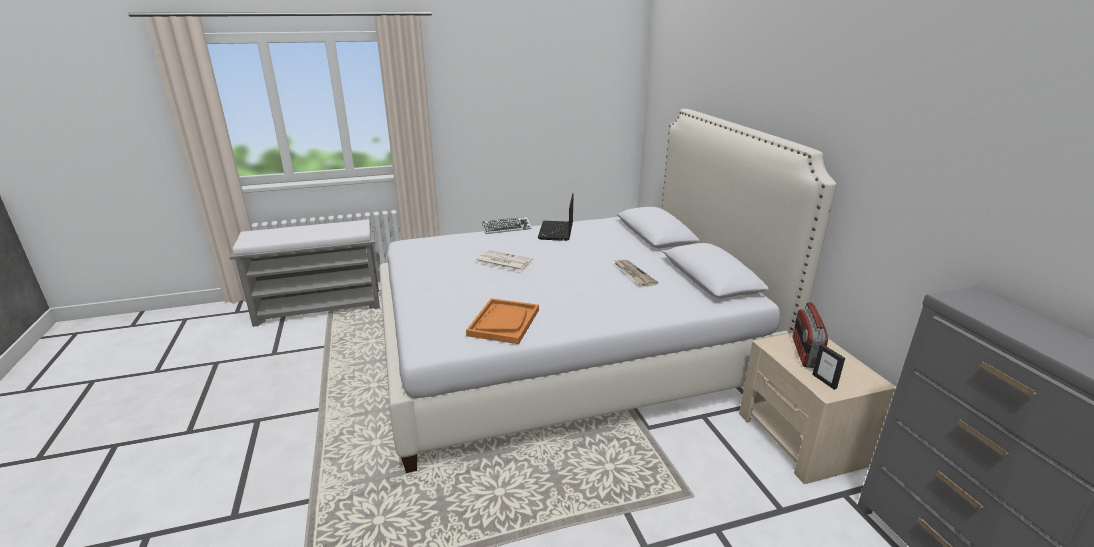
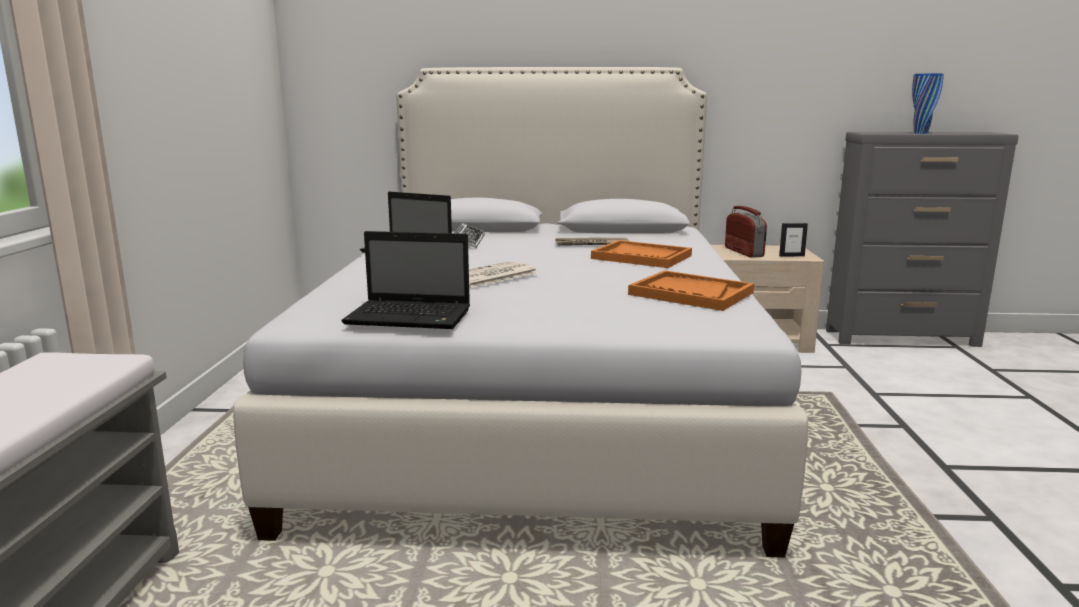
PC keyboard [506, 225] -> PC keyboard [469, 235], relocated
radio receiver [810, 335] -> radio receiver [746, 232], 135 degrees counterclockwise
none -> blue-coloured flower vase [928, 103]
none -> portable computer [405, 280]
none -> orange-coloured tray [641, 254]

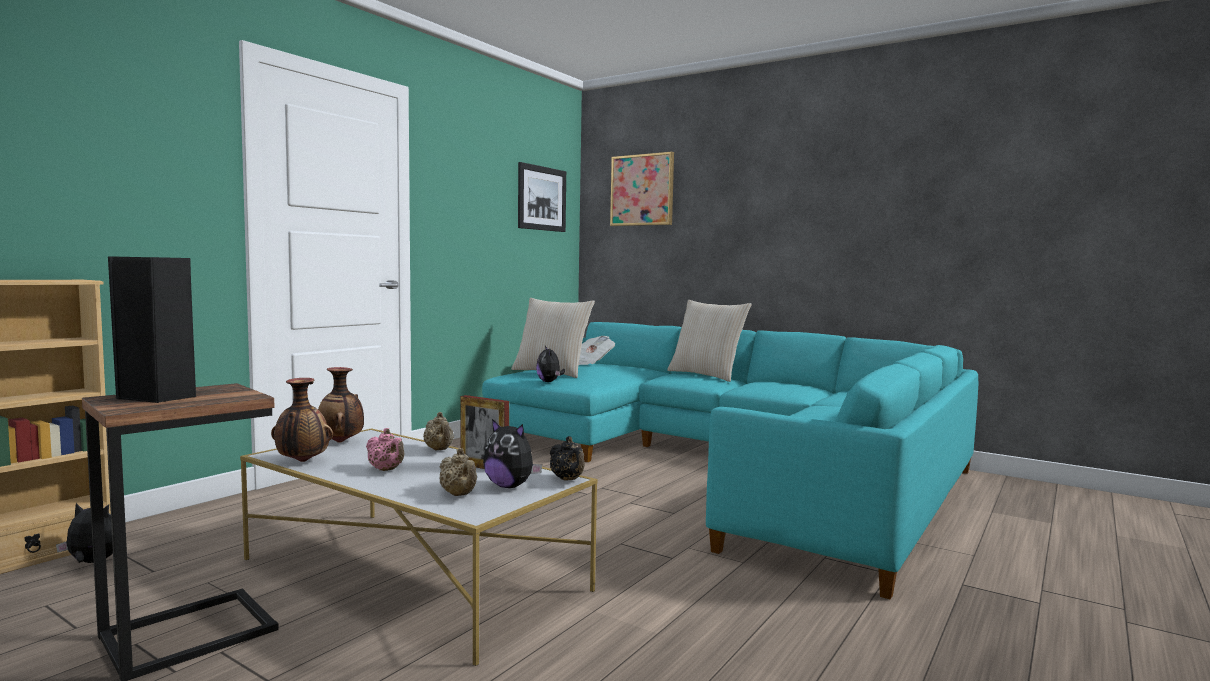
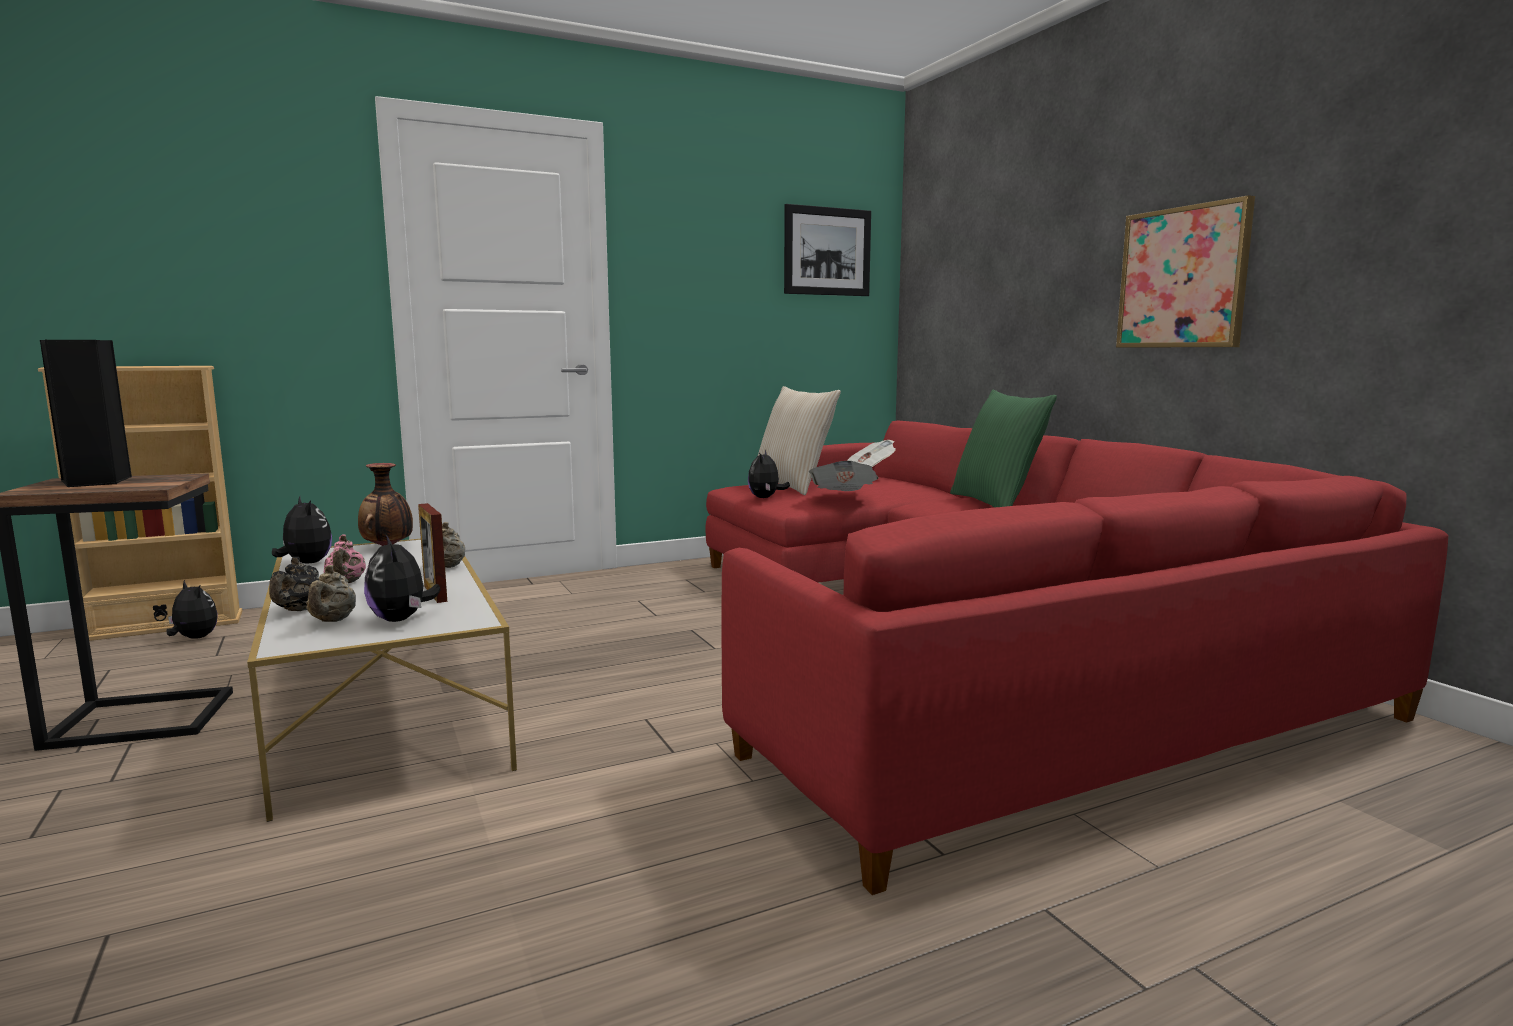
picture [642, 189] -> picture [1185, 271], relocated
sand-coloured throw pillow [709, 341] -> green throw pillow [1003, 448]
turquoise-coloured settee [730, 460] -> reddish settee [1076, 658]
flower vase [302, 420] -> soft toy [302, 529]
blackish pot for tea [567, 458] -> blackish pot for tea [294, 584], relocated
none -> printed paper [843, 476]

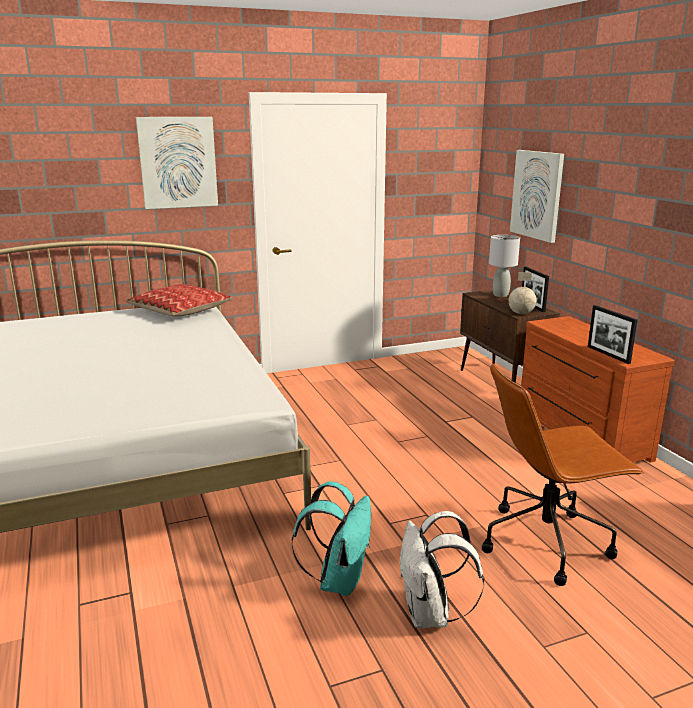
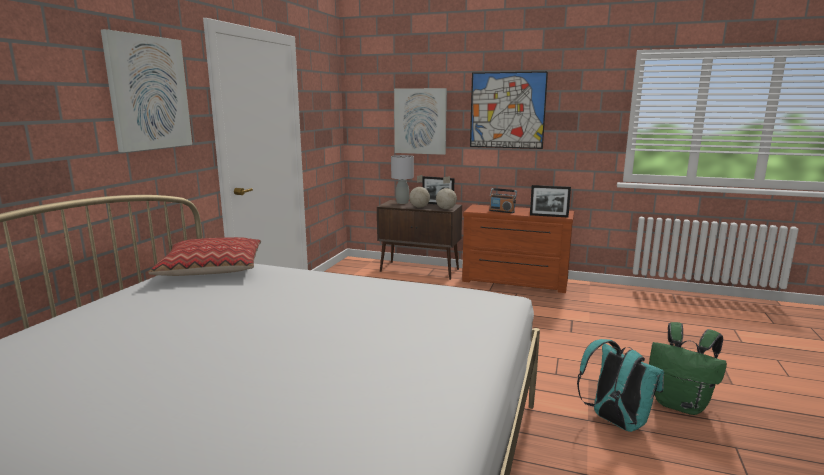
brown-coloured office chair [563, 474] -> none
white knapsack [442, 569] -> green knapsack [688, 368]
none -> picture [509, 110]
none -> desk globe [419, 191]
none -> radio receiver [503, 200]

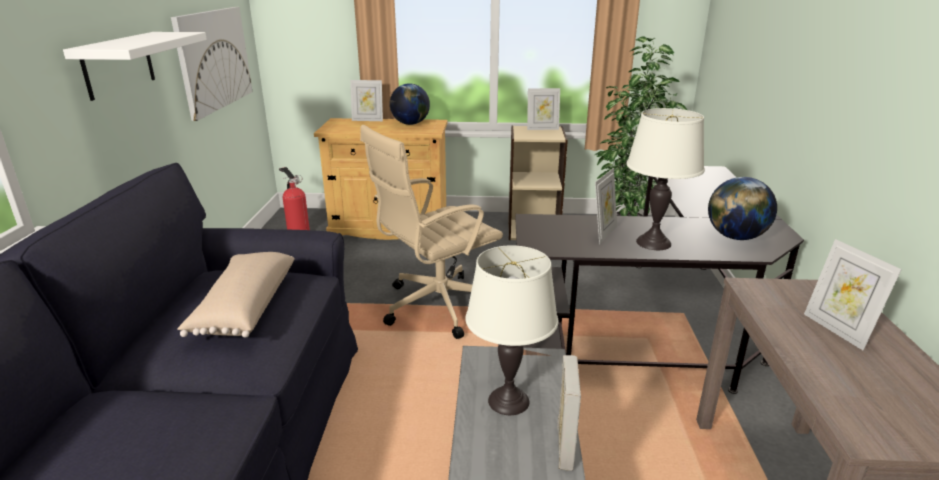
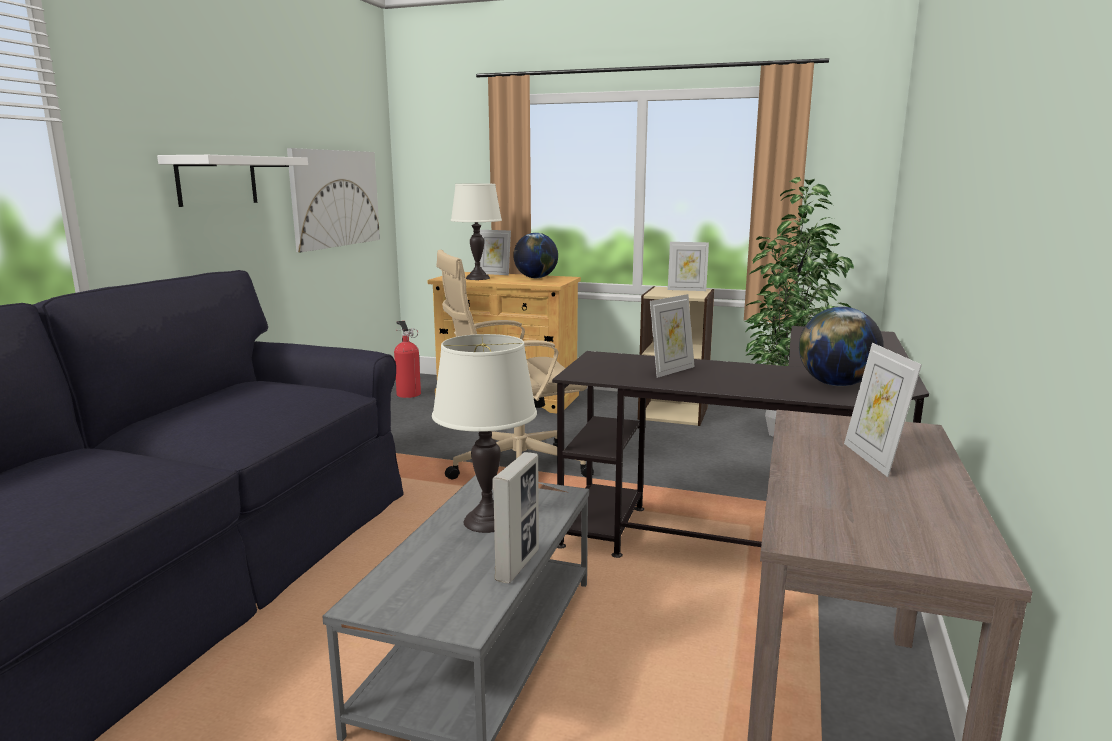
white table lamp [665, 179] -> white table lamp [476, 232], relocated
sand-coloured throw pillow [236, 295] -> none

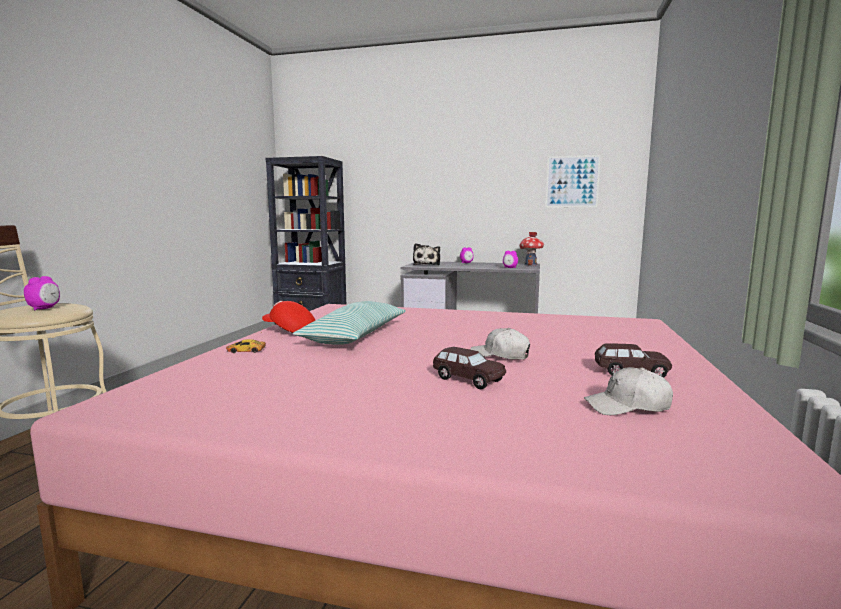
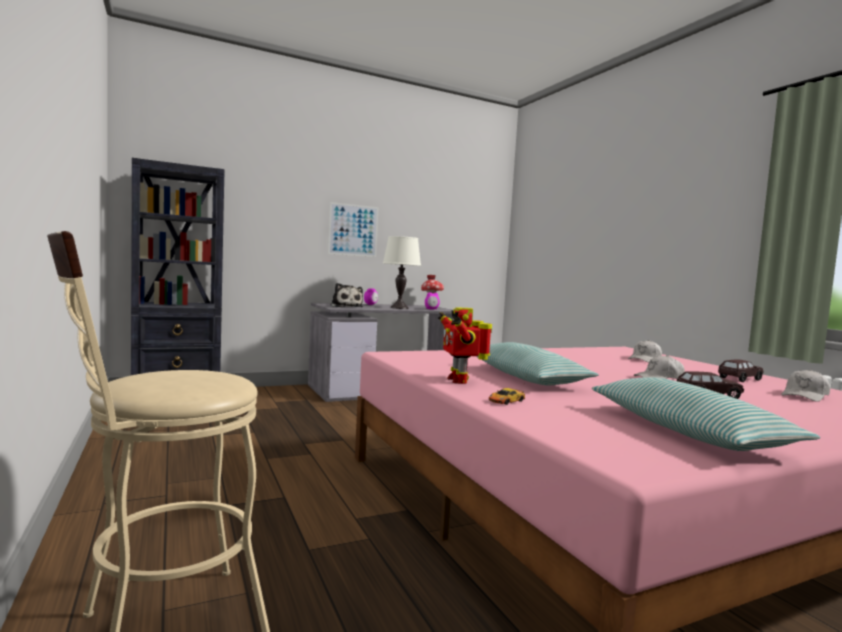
picture [573, 181] -> picture [353, 229], relocated
alarm clock [42, 293] -> none
reddish baseball cap [288, 317] -> toy robot [465, 345]
none -> white table lamp [402, 272]
none -> white baseball cap [645, 351]
none -> throw pillow [706, 414]

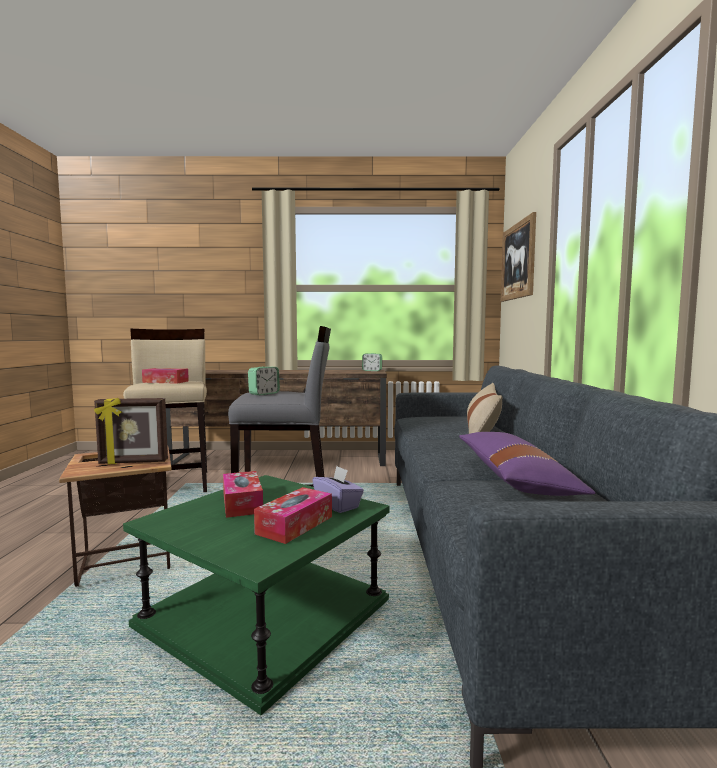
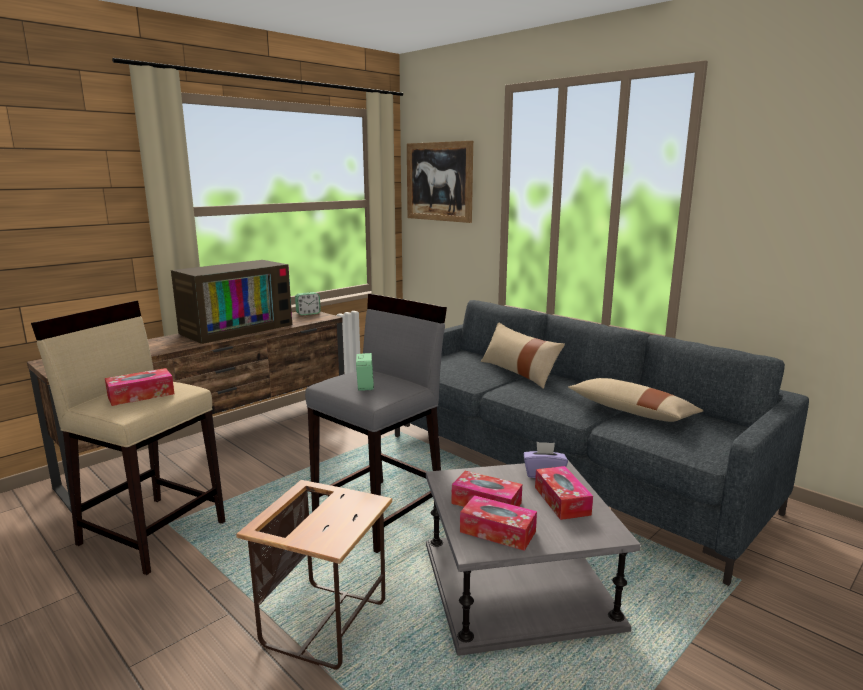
picture frame [131, 430] -> none
purple-coloured throw pillow [527, 464] -> sand-coloured throw pillow [635, 400]
green side table [256, 595] -> gray side table [533, 558]
none -> TV set [231, 302]
none -> tissue holder [498, 523]

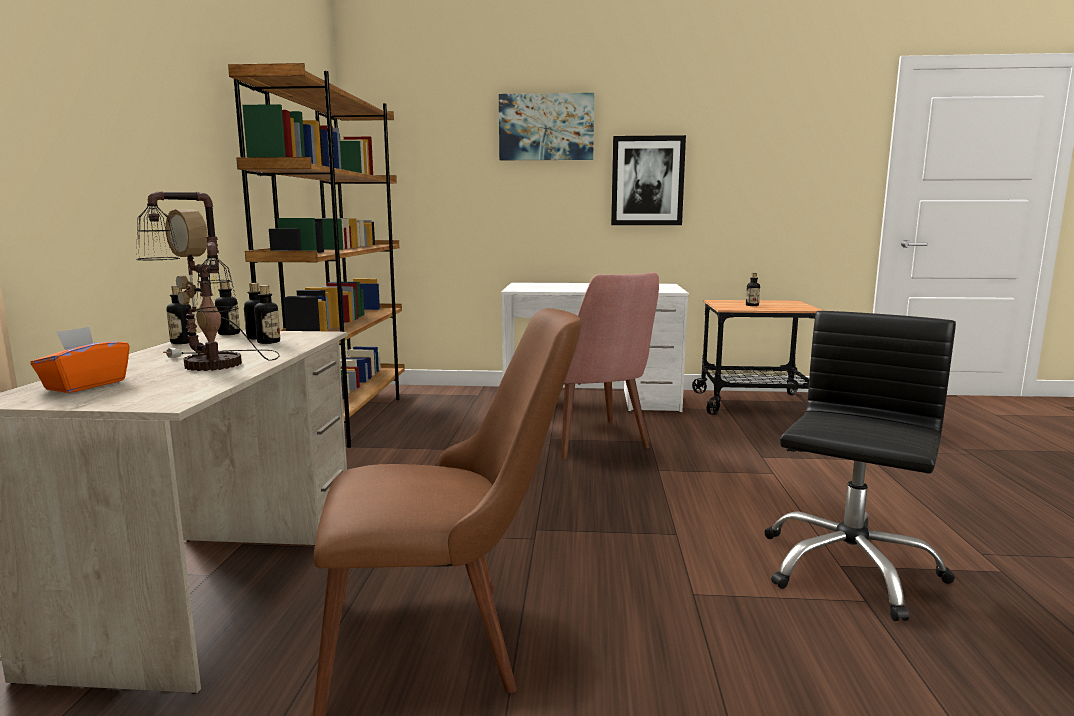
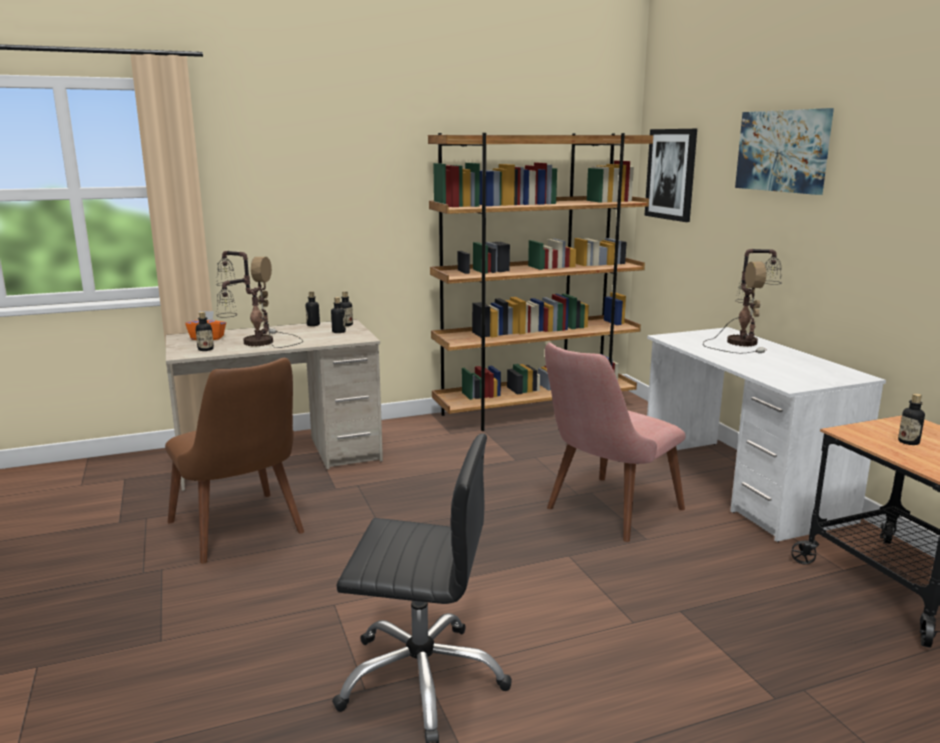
picture [648, 180] -> picture [670, 175], relocated
beverage bottle [267, 314] -> beverage bottle [204, 331], relocated
none -> table lamp [742, 301]

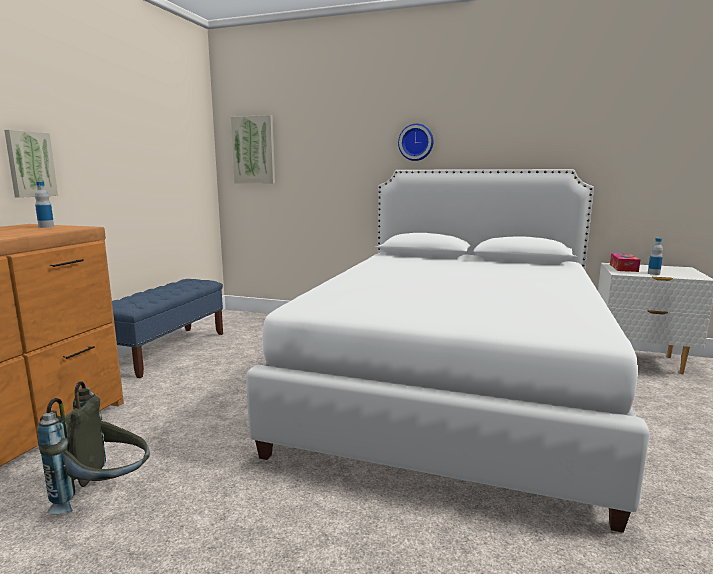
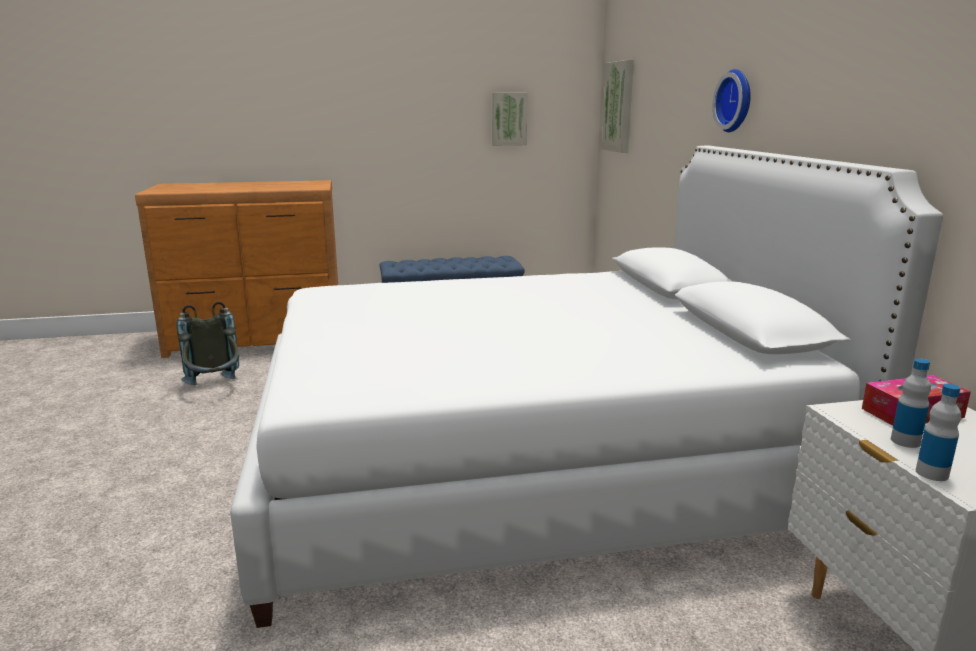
picture [31, 164] -> picture [510, 119], relocated
beverage bottle [44, 205] -> beverage bottle [938, 432], relocated

